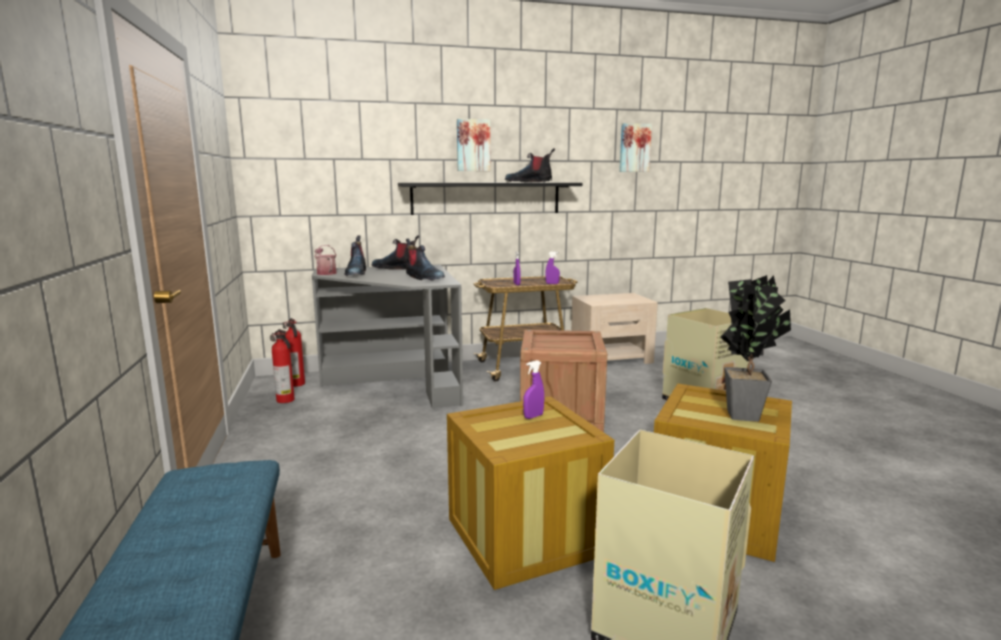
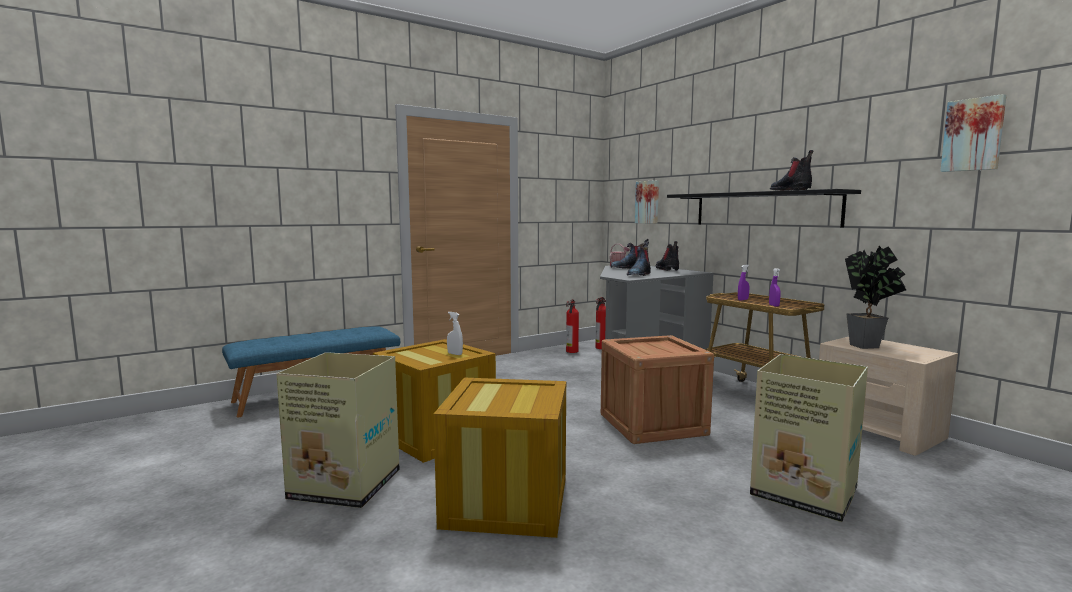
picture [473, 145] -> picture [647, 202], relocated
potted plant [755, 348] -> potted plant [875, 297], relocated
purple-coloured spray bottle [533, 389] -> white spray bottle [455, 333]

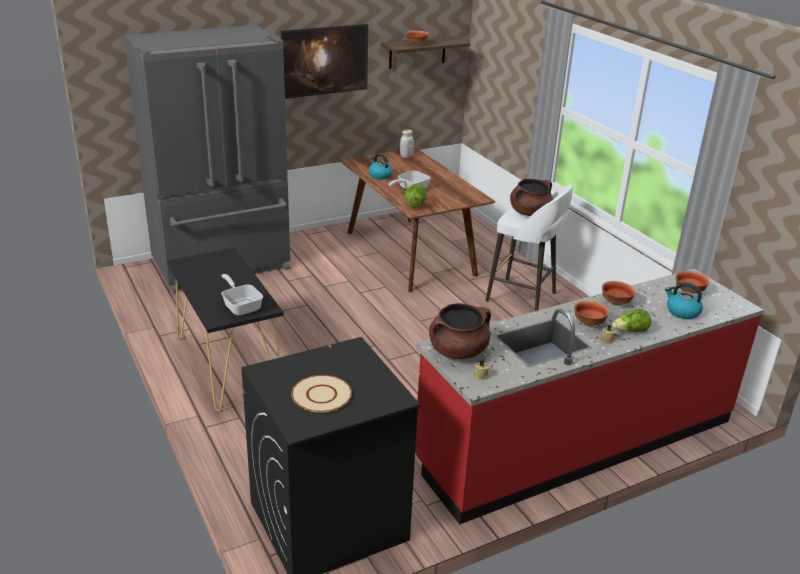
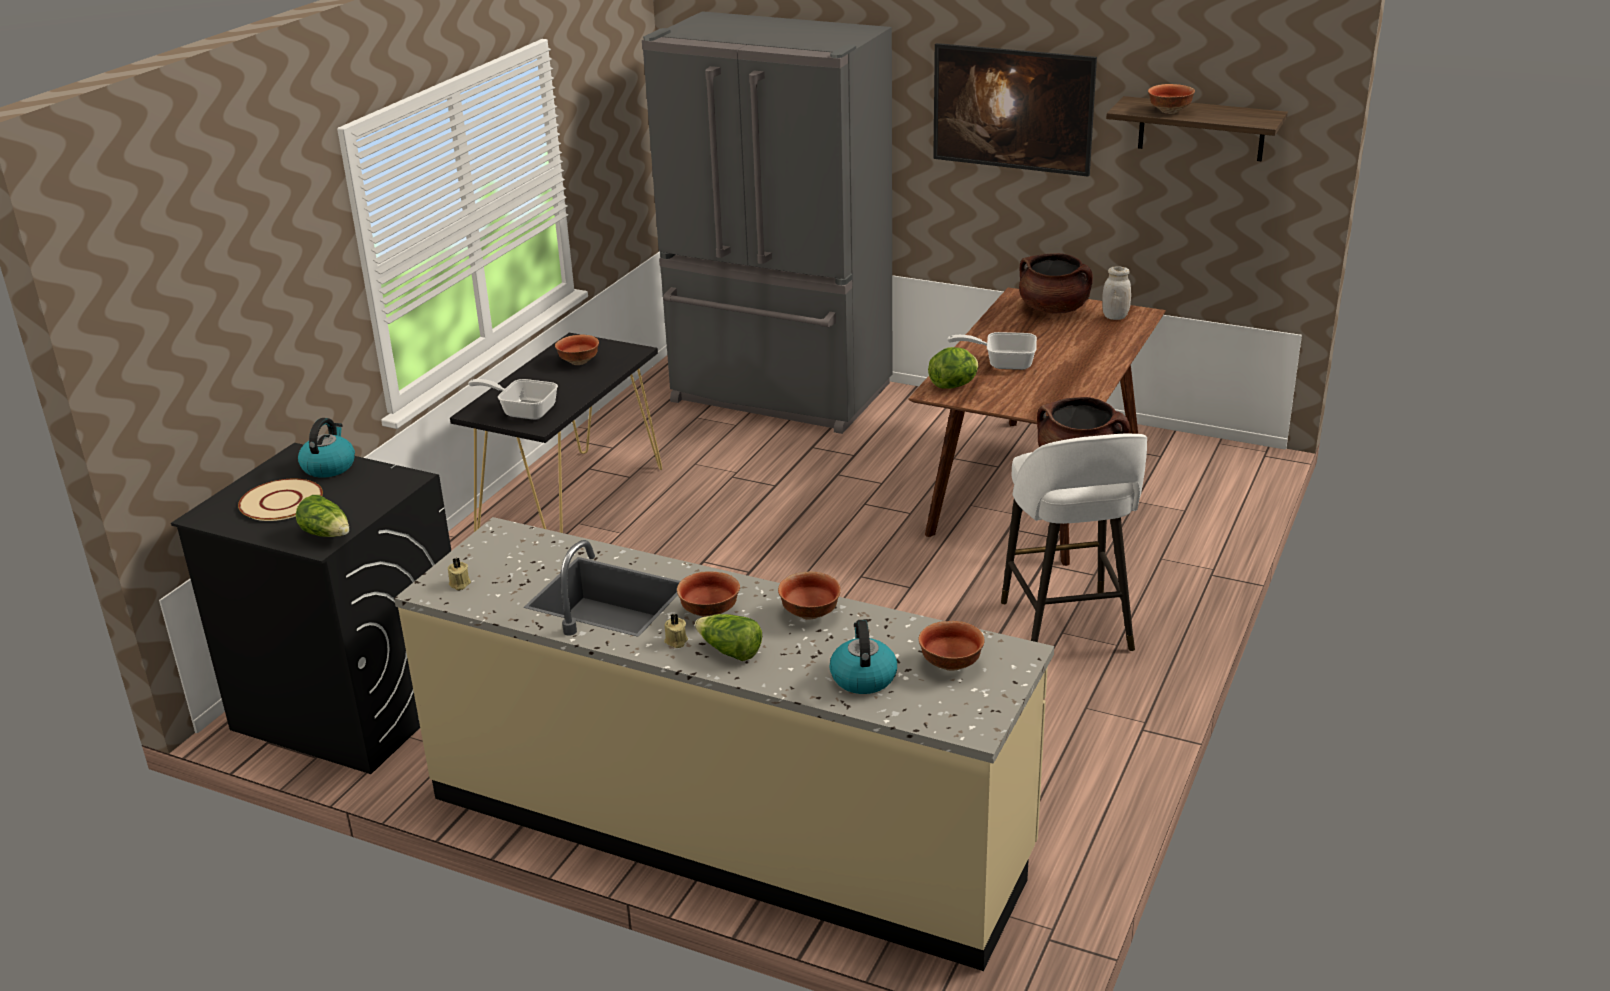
water kettle [381, 166] -> water kettle [326, 448], relocated
reddish kitchen counter [589, 396] -> sand-coloured kitchen counter [724, 744]
frying pan [242, 295] -> frying pan [513, 399], 90 degrees counterclockwise
brown-coloured cooking pot [460, 331] -> brown-coloured cooking pot [1056, 283], relocated
none -> bowl [577, 350]
none -> lettuce [322, 516]

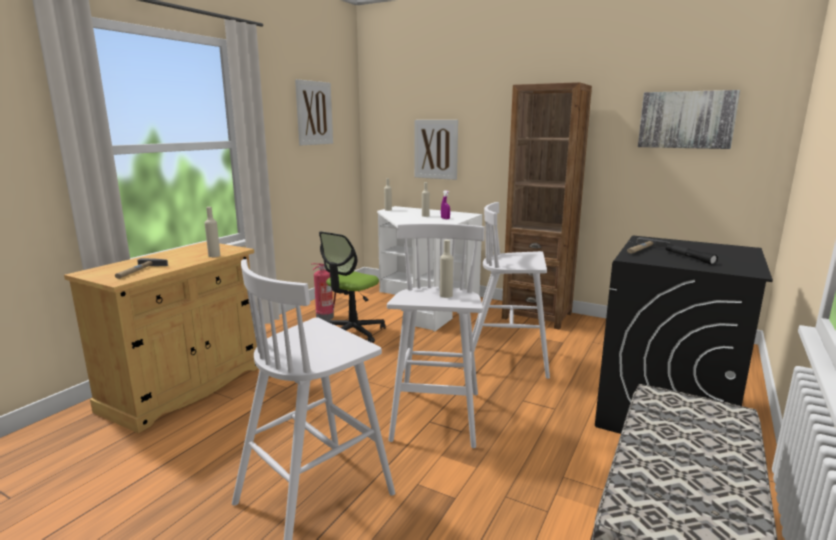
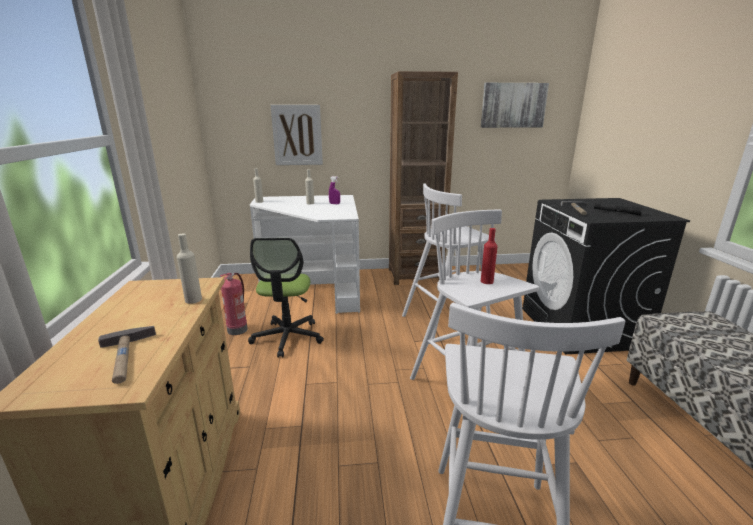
picture [314, 112] -> none
sand-coloured beverage bottle [446, 269] -> reddish beverage bottle [489, 256]

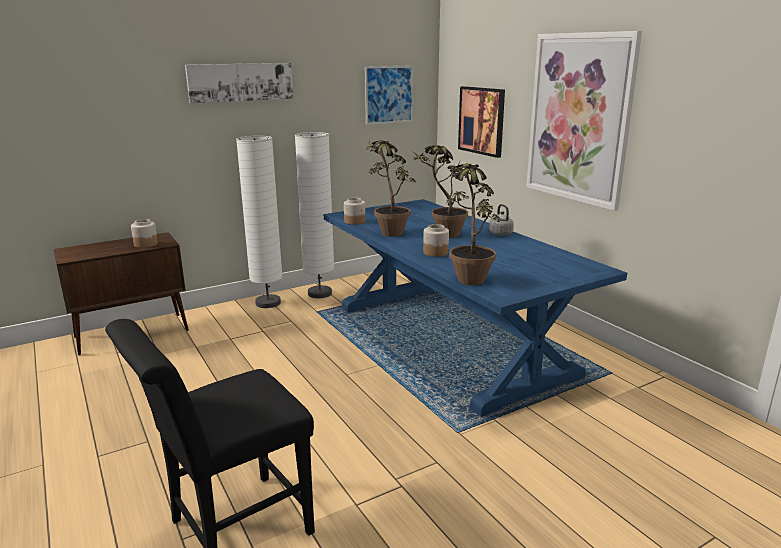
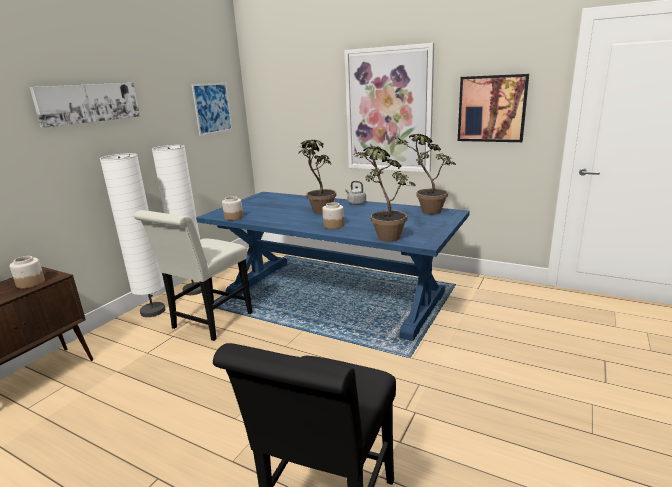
picture [481, 122] -> picture [493, 108], relocated
potted plant [391, 187] -> potted plant [425, 174], relocated
none -> white chair [193, 275]

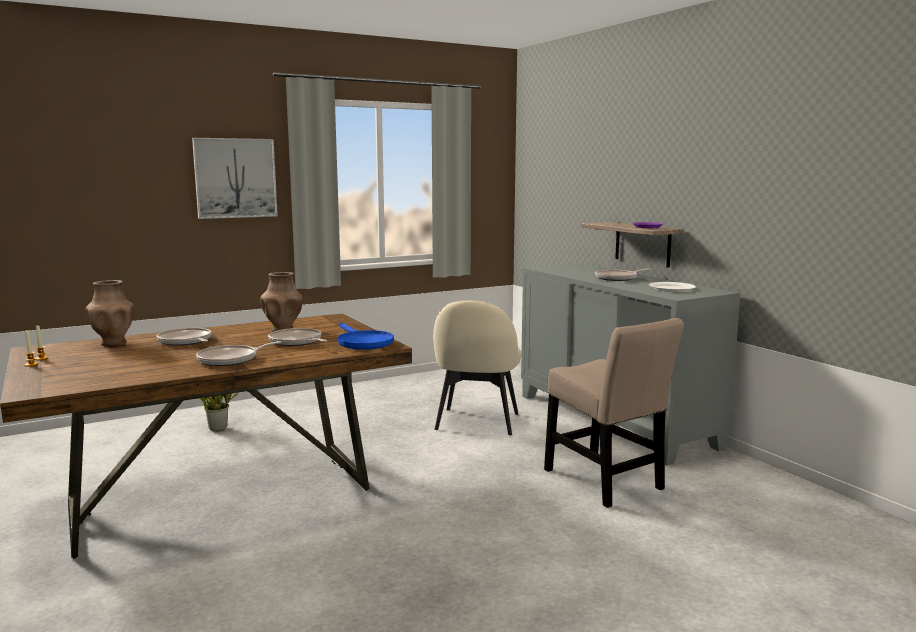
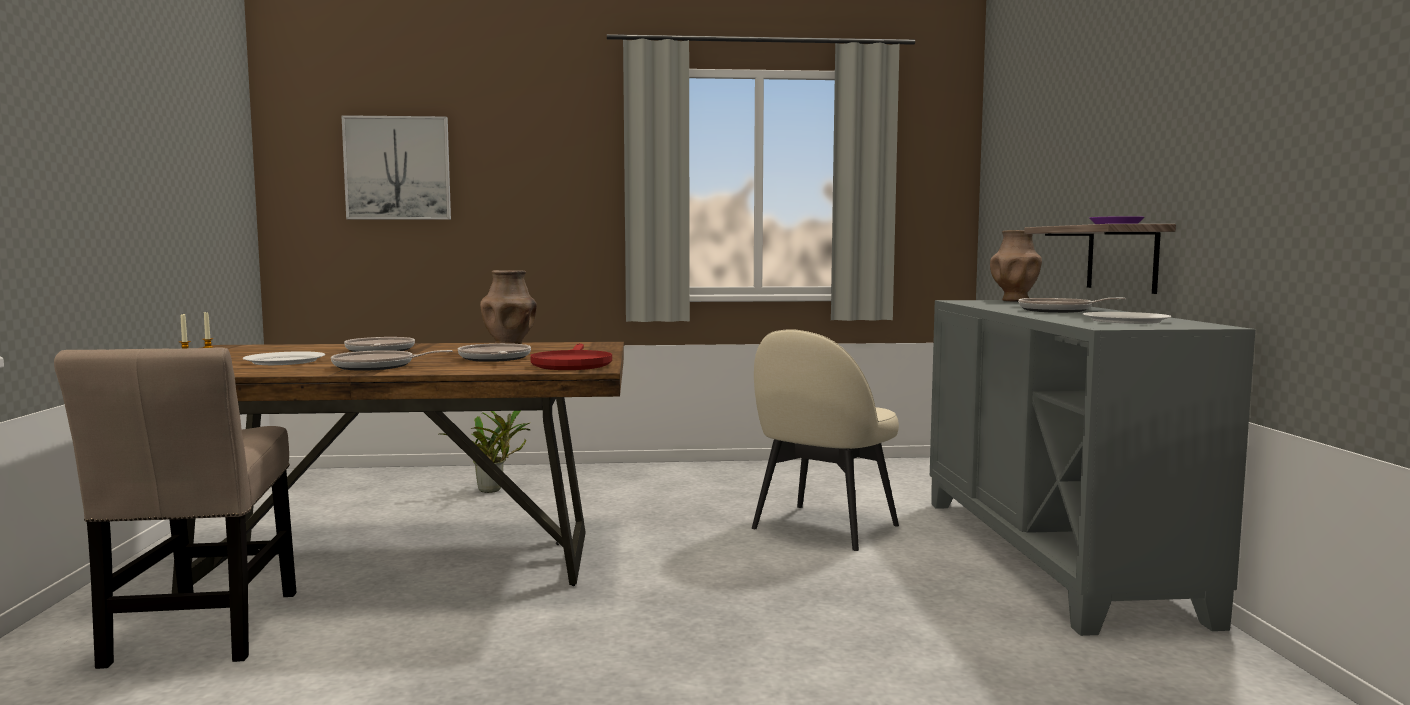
picture [235, 178] -> picture [396, 167], relocated
brown-coloured flower vase [110, 313] -> brown-coloured flower vase [1016, 266], relocated
sand-coloured chair [614, 413] -> sand-coloured chair [175, 508], relocated
blue-coloured frying pan [366, 336] -> reddish frying pan [571, 356]
none -> white flat dish [284, 358]

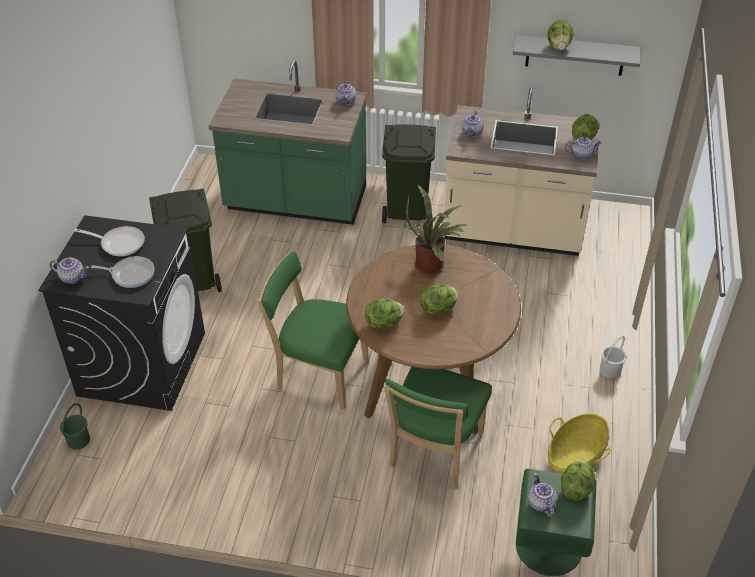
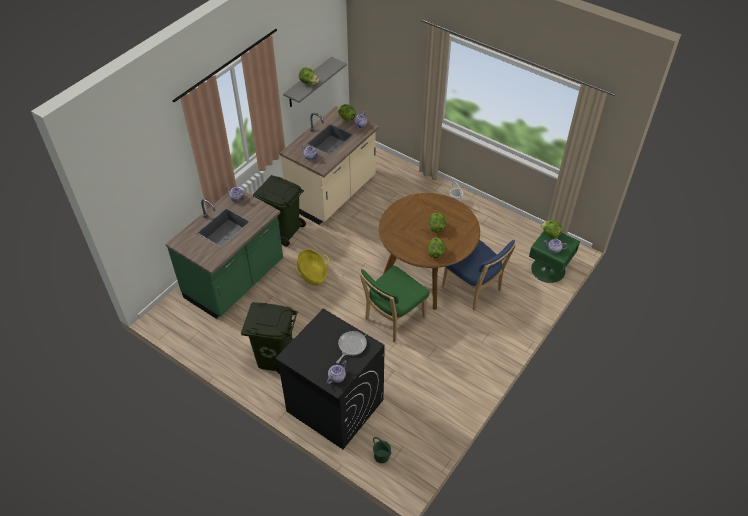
potted plant [436, 229] -> none
frying pan [109, 241] -> none
green chair [438, 428] -> blue-coloured chair [479, 275]
basket [579, 444] -> basket [311, 267], relocated

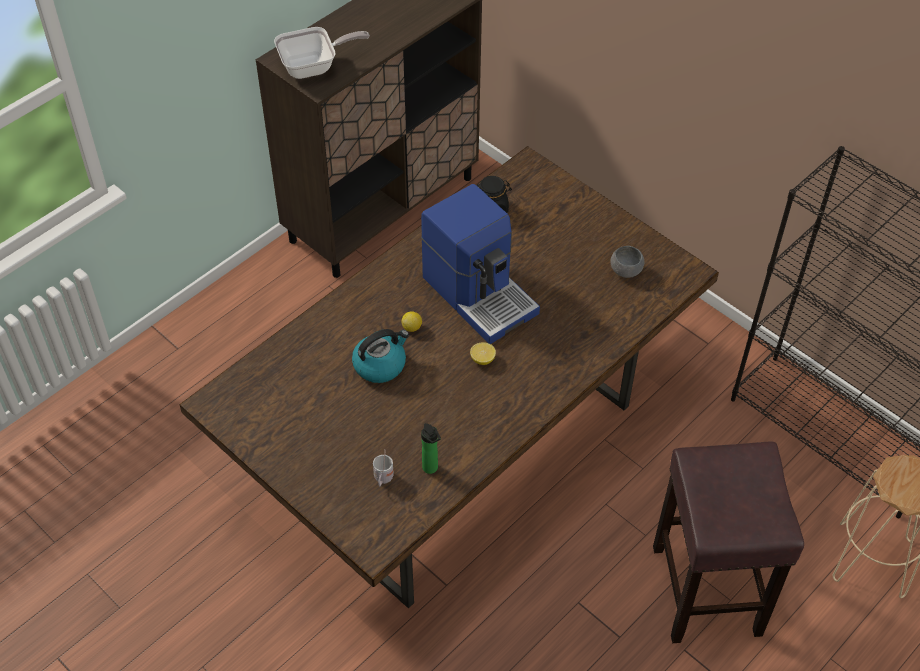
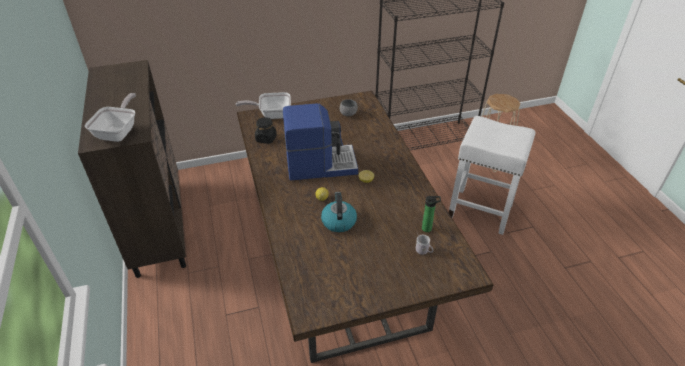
brown-coloured sitting stool [728, 542] -> white sitting stool [492, 175]
none -> frying pan [263, 105]

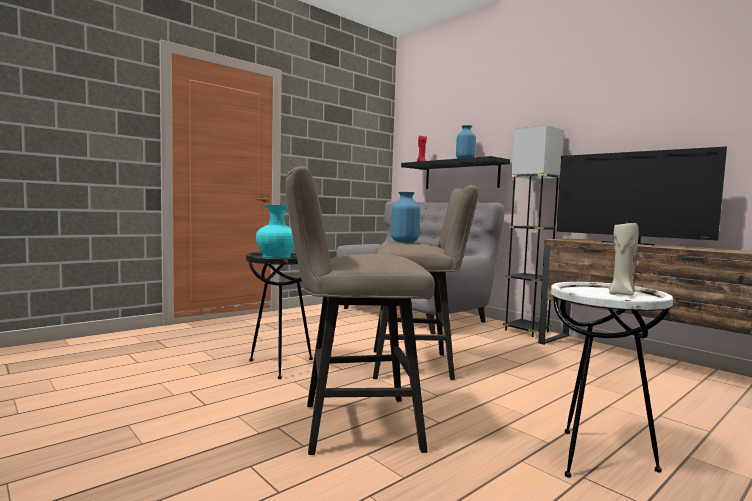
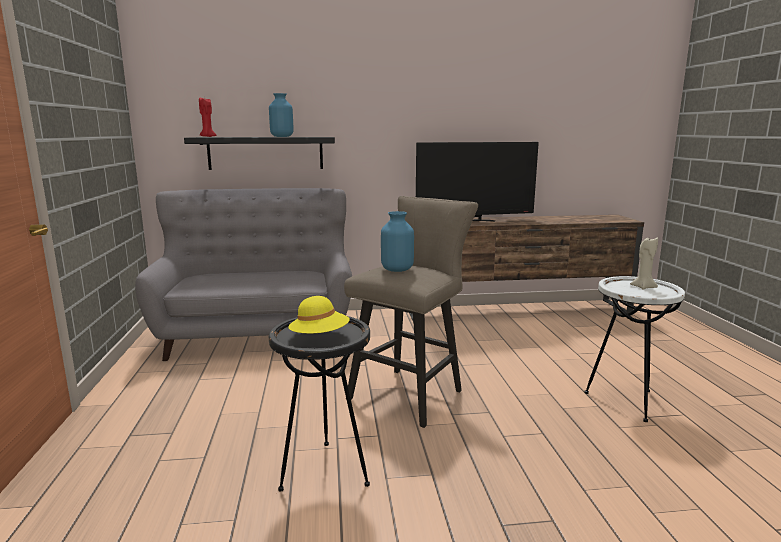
gray standard lamp [533, 231] -> none
sand-coloured sitting stool [360, 310] -> none
turquoise-coloured flower vase [275, 231] -> yellowish clothing hat [319, 314]

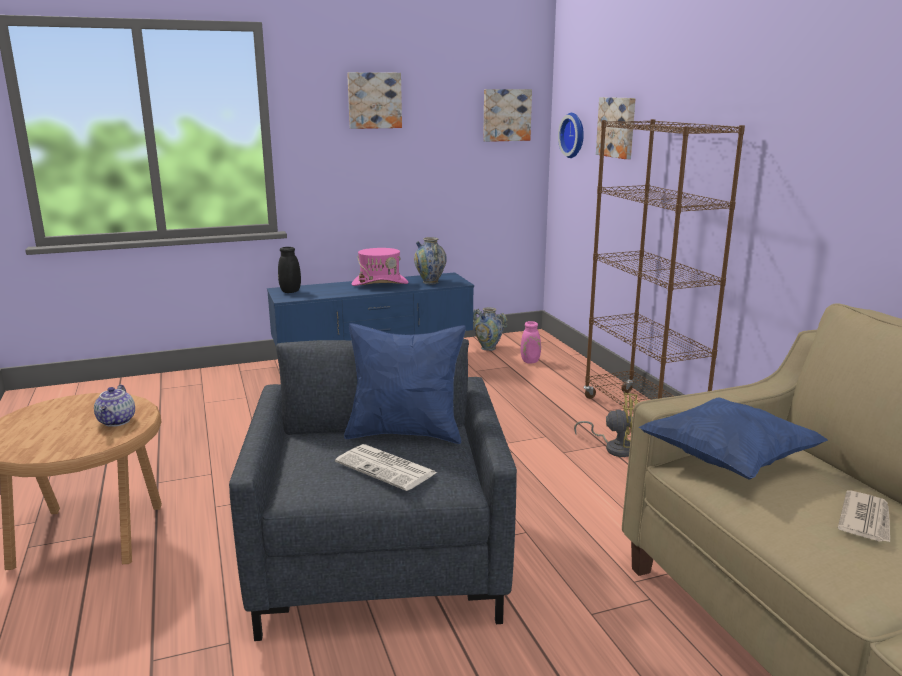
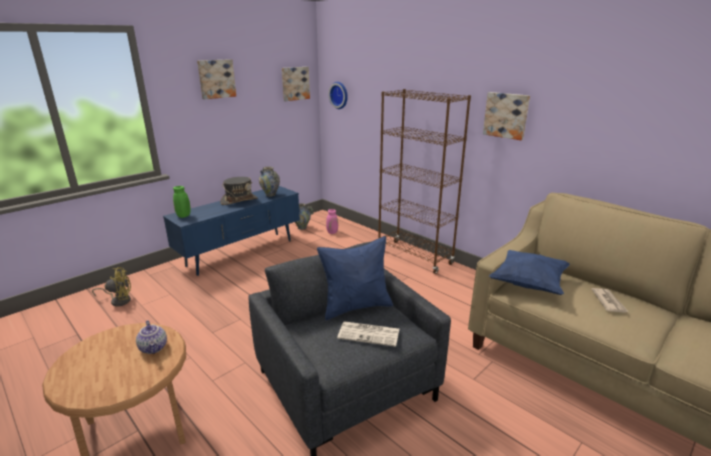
picture [616, 128] -> picture [506, 116], relocated
blackish flower vase [289, 270] -> green flower vase [181, 202]
pink clothing hat [380, 267] -> gray clothing hat [239, 191]
yellowish fan [606, 425] -> yellowish fan [111, 287], relocated

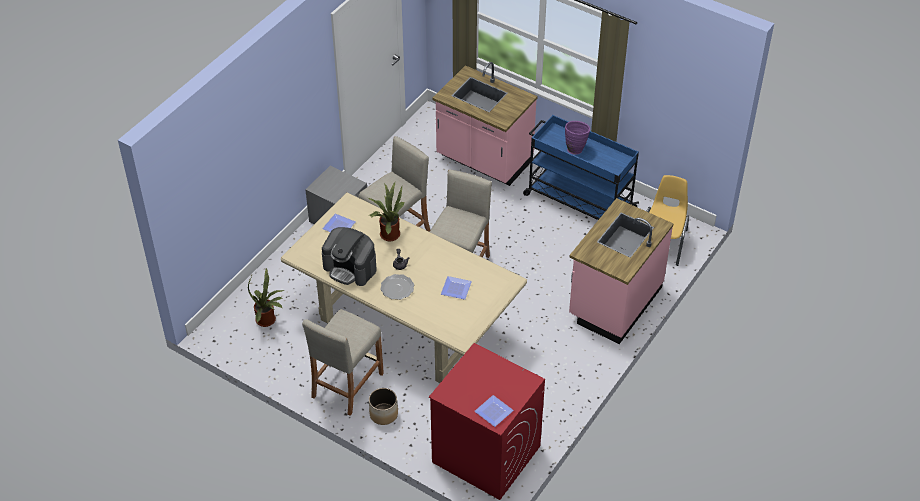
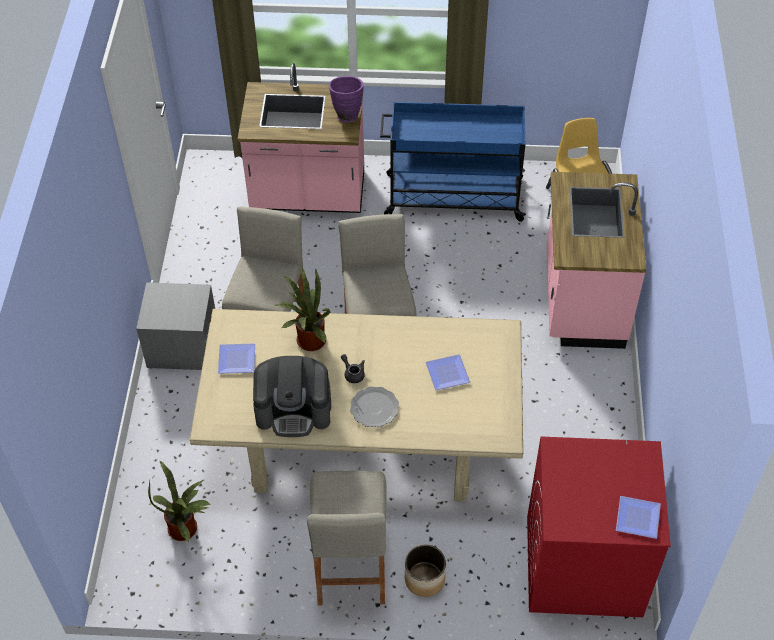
purple-coloured flower vase [577, 138] -> purple-coloured flower vase [346, 99], relocated

